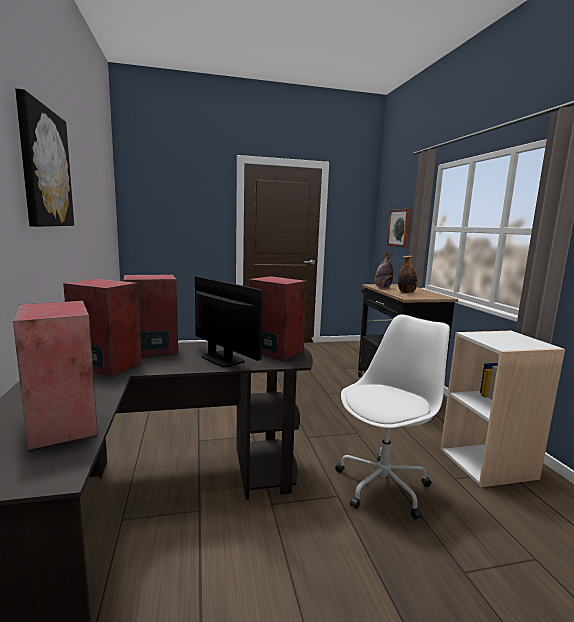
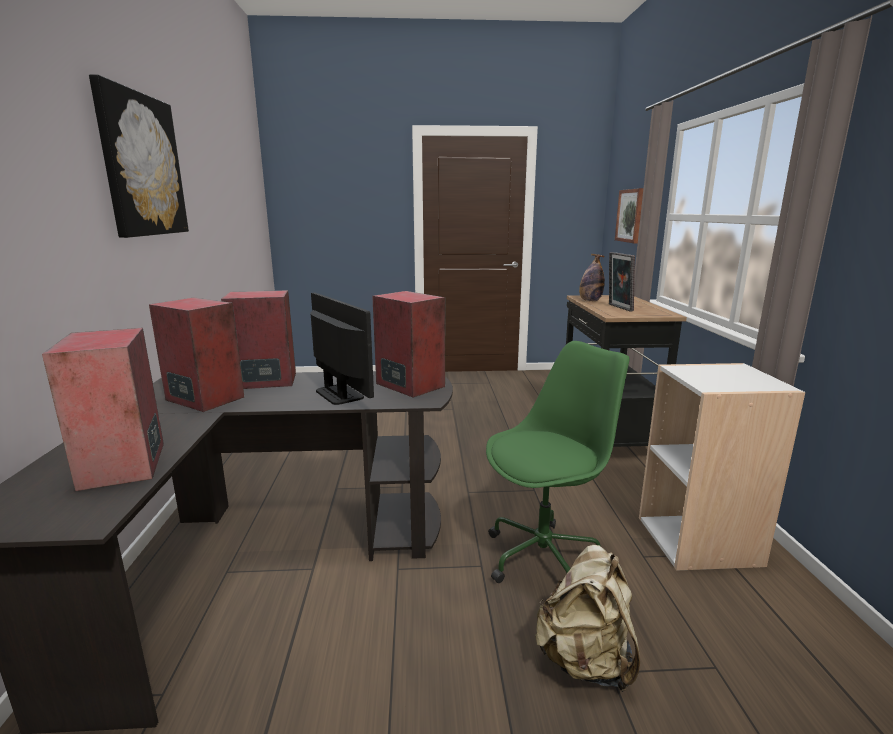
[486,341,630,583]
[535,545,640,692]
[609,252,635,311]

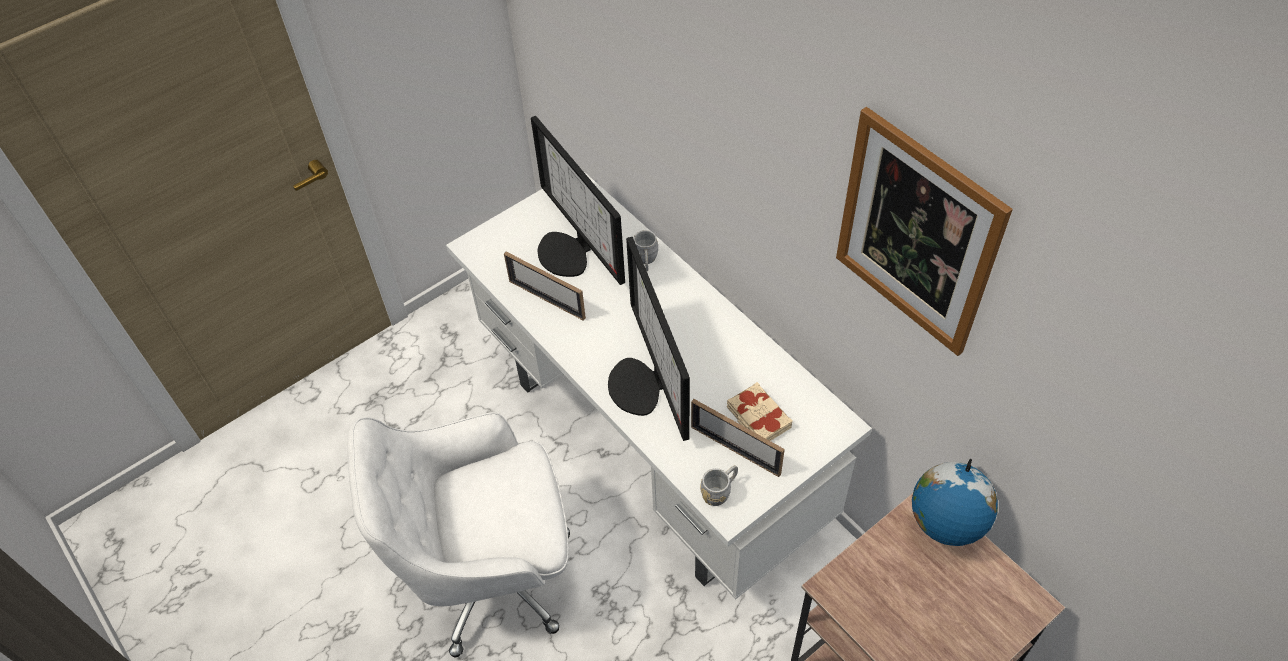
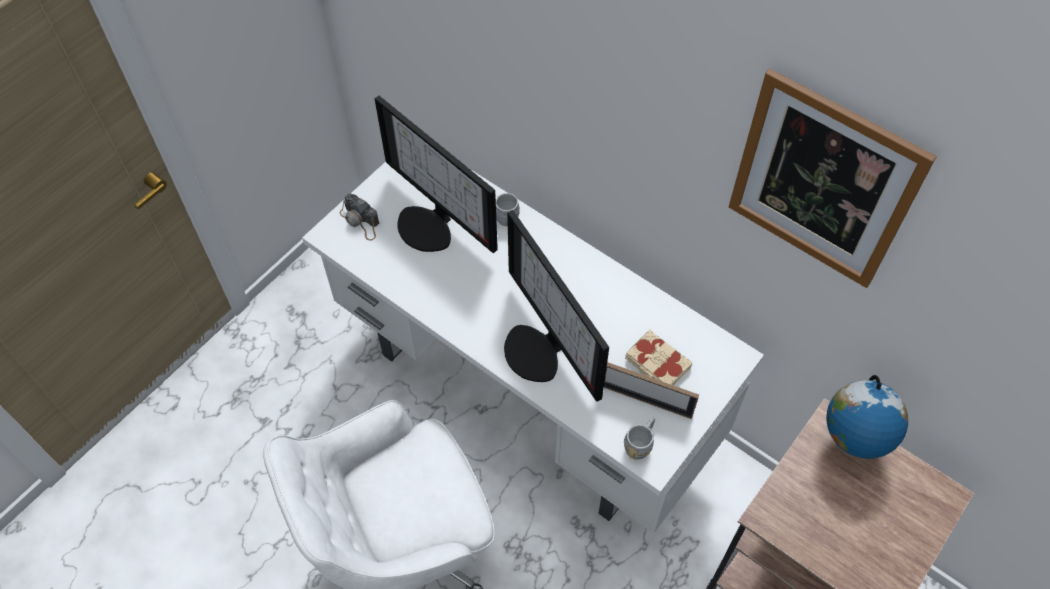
[340,193,379,241]
[504,252,586,321] (first image)

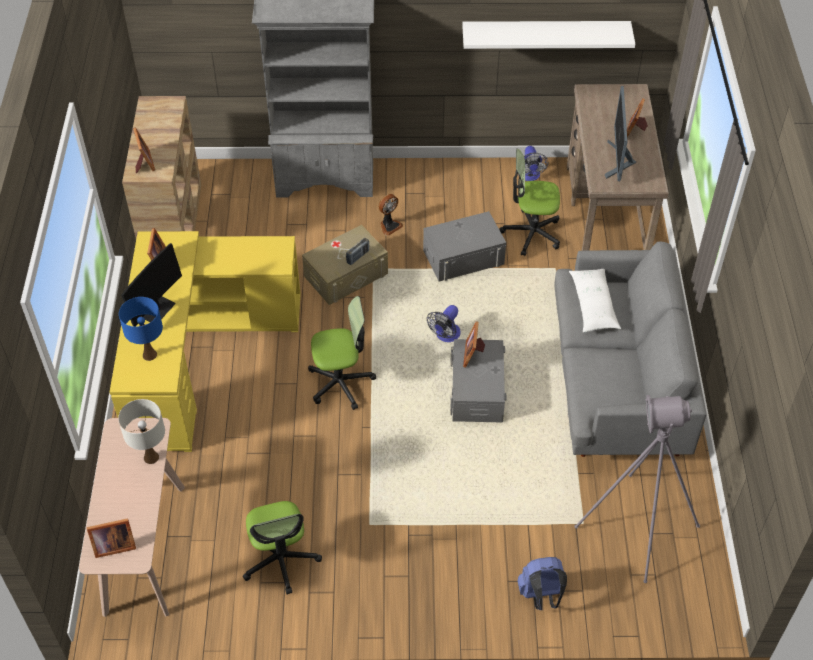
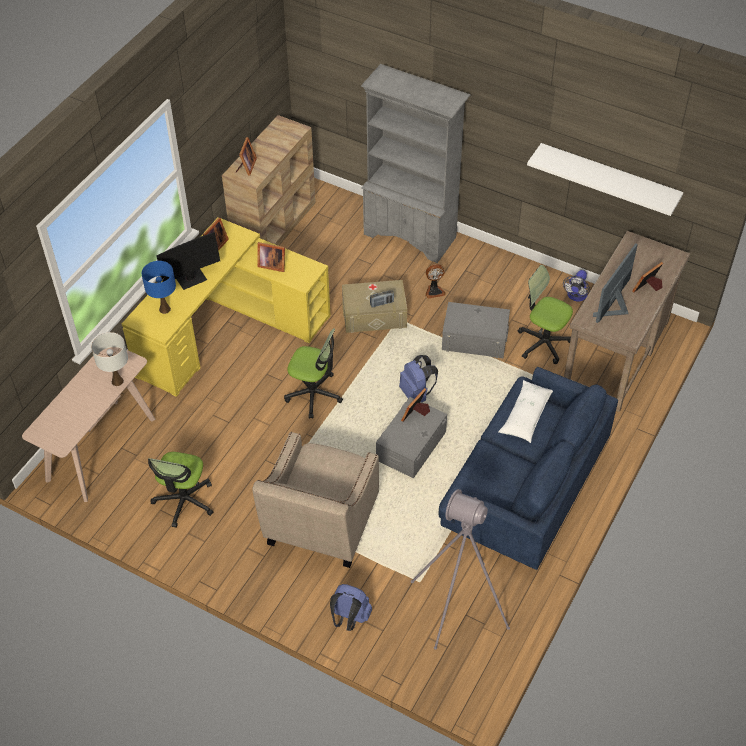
[252,432,379,568]
[257,242,285,272]
[399,355,438,402]
[438,367,618,570]

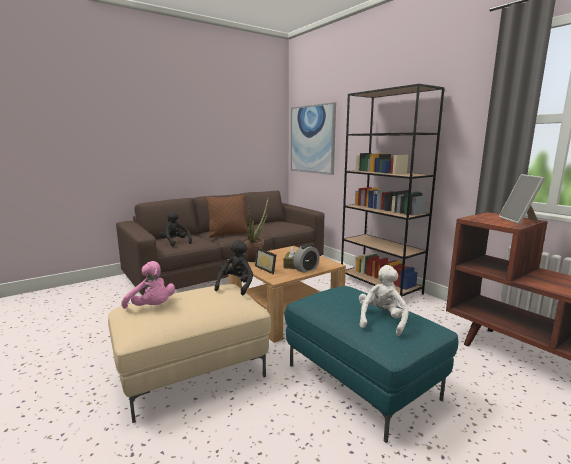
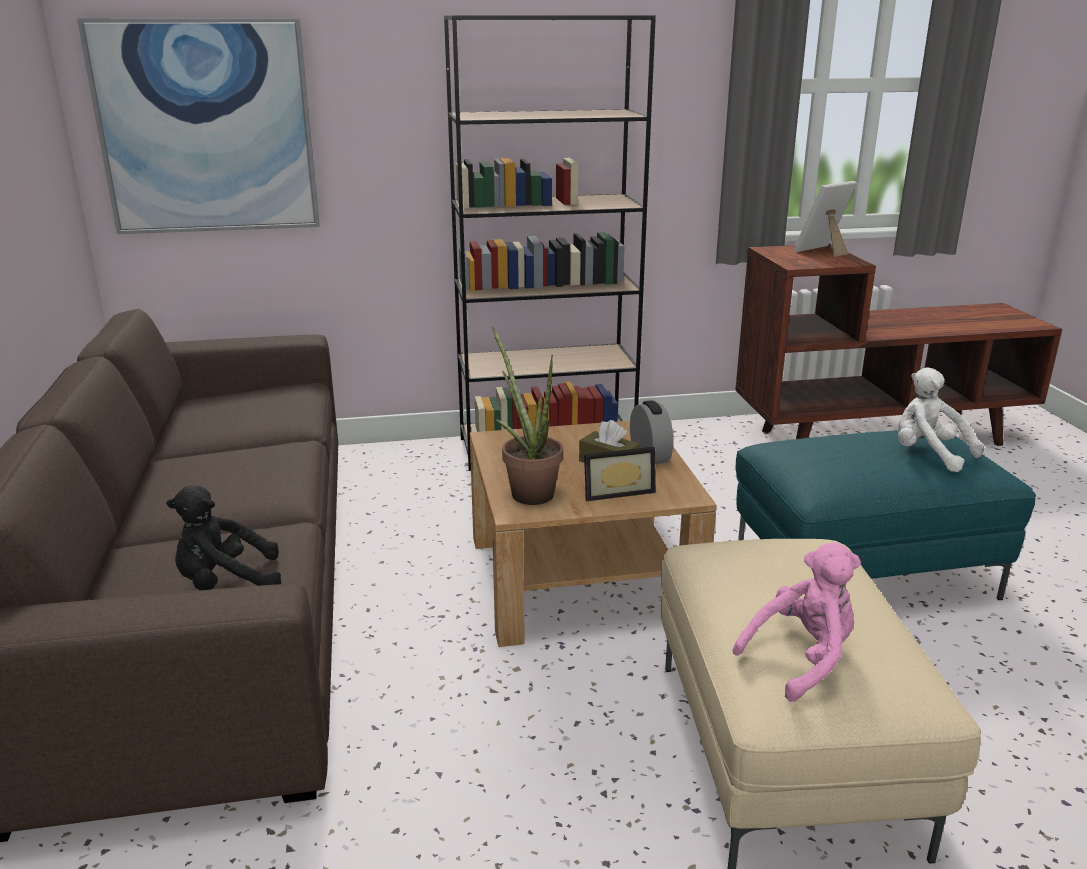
[794,181,857,257]
[205,194,250,238] (first image)
[215,240,253,295] (first image)

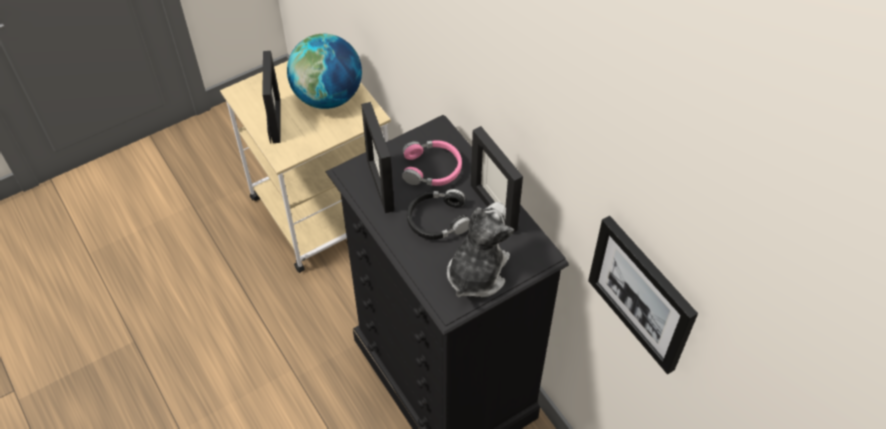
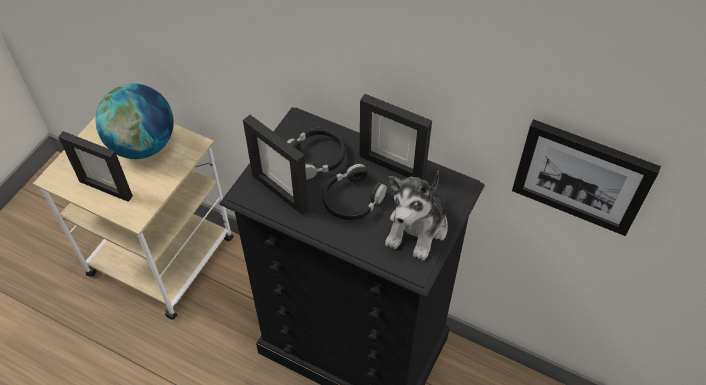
[58,131,133,202]
[287,128,345,180]
[385,171,448,261]

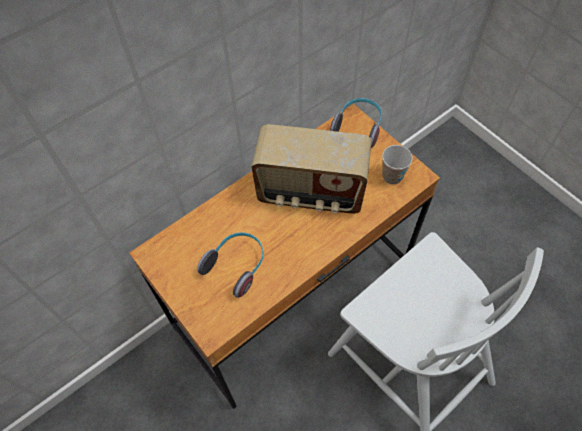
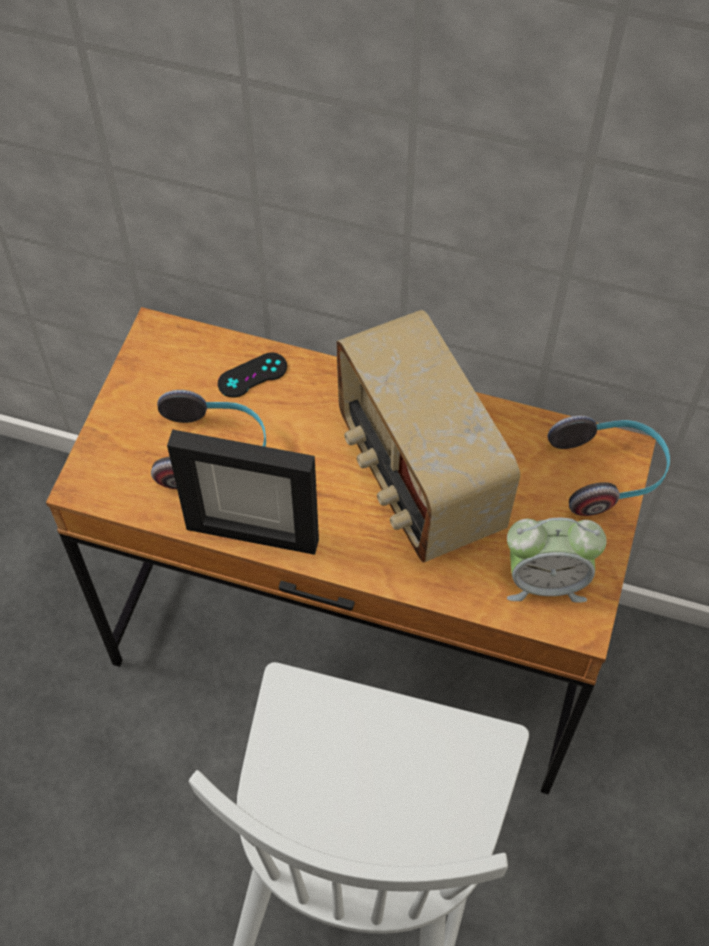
[167,430,319,555]
[218,352,287,398]
[507,518,607,602]

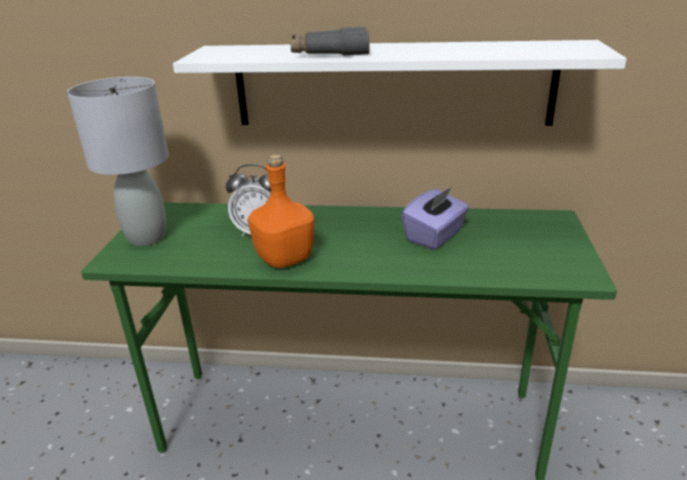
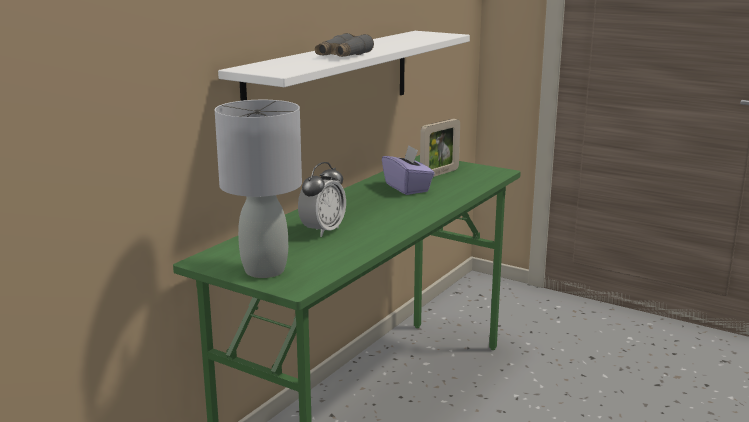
[420,119,460,177]
[248,154,314,268] (first image)

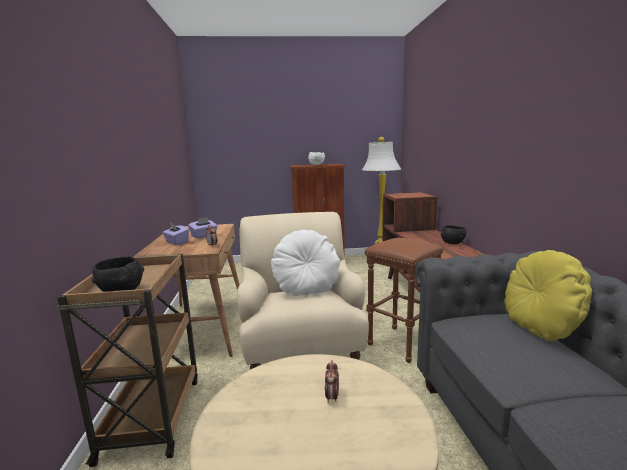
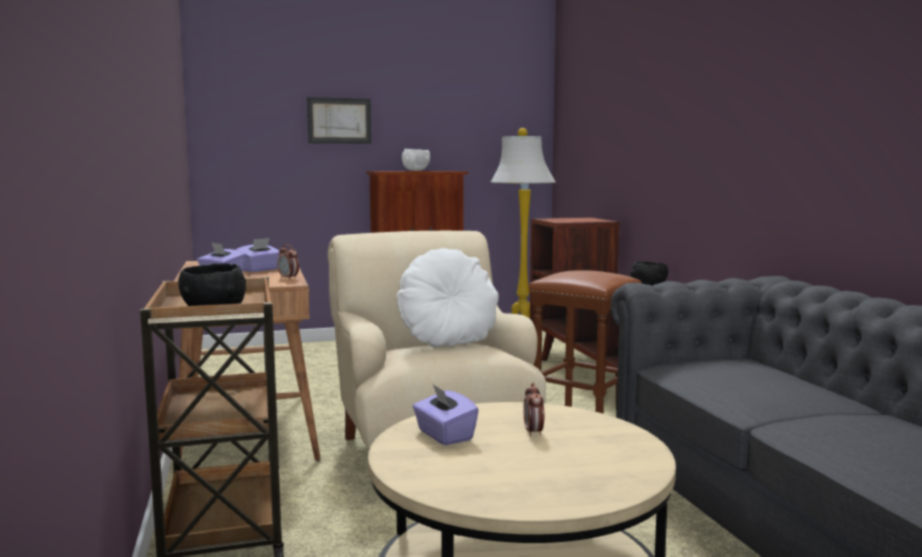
[307,97,372,144]
[413,383,479,446]
[504,250,592,341] (first image)

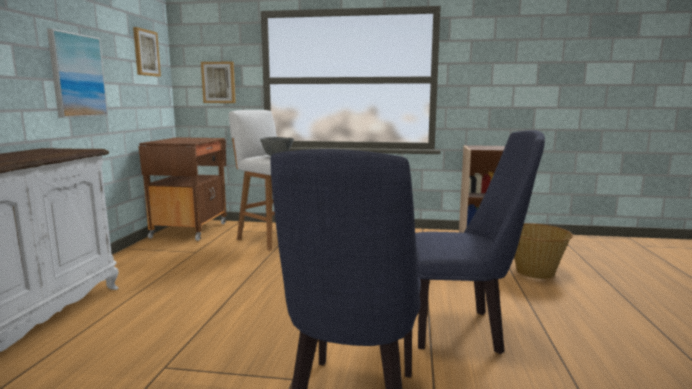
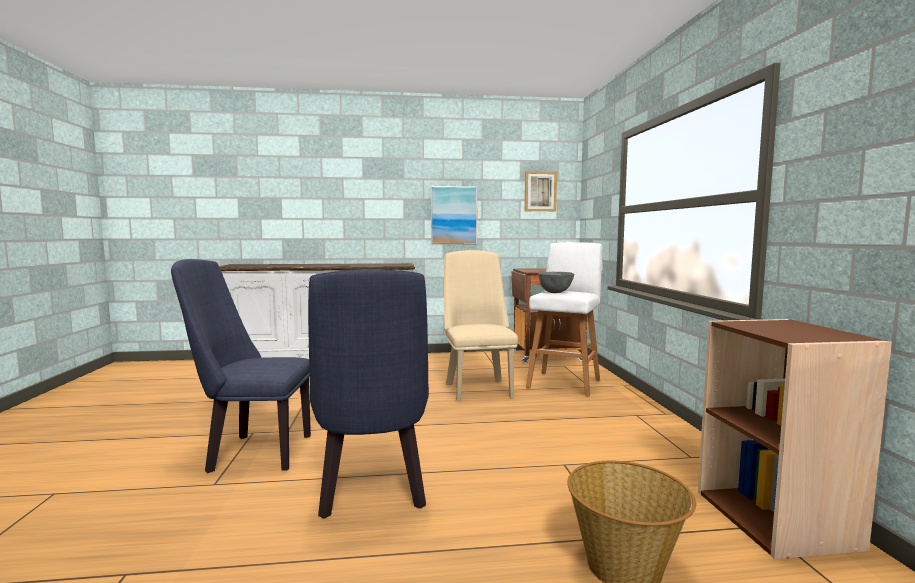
[444,250,518,401]
[201,61,236,103] (first image)

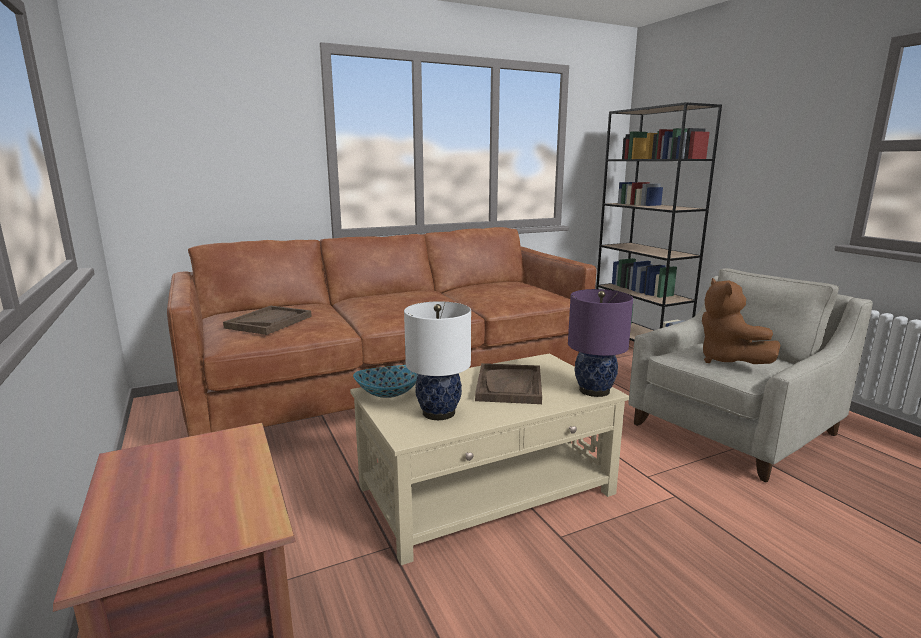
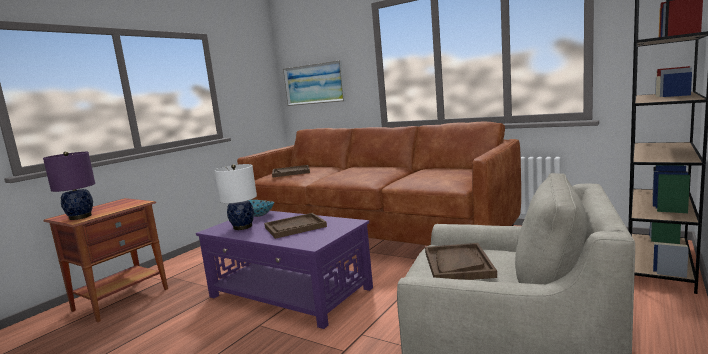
[43,152,95,220]
[196,211,373,329]
[283,60,346,106]
[425,243,497,280]

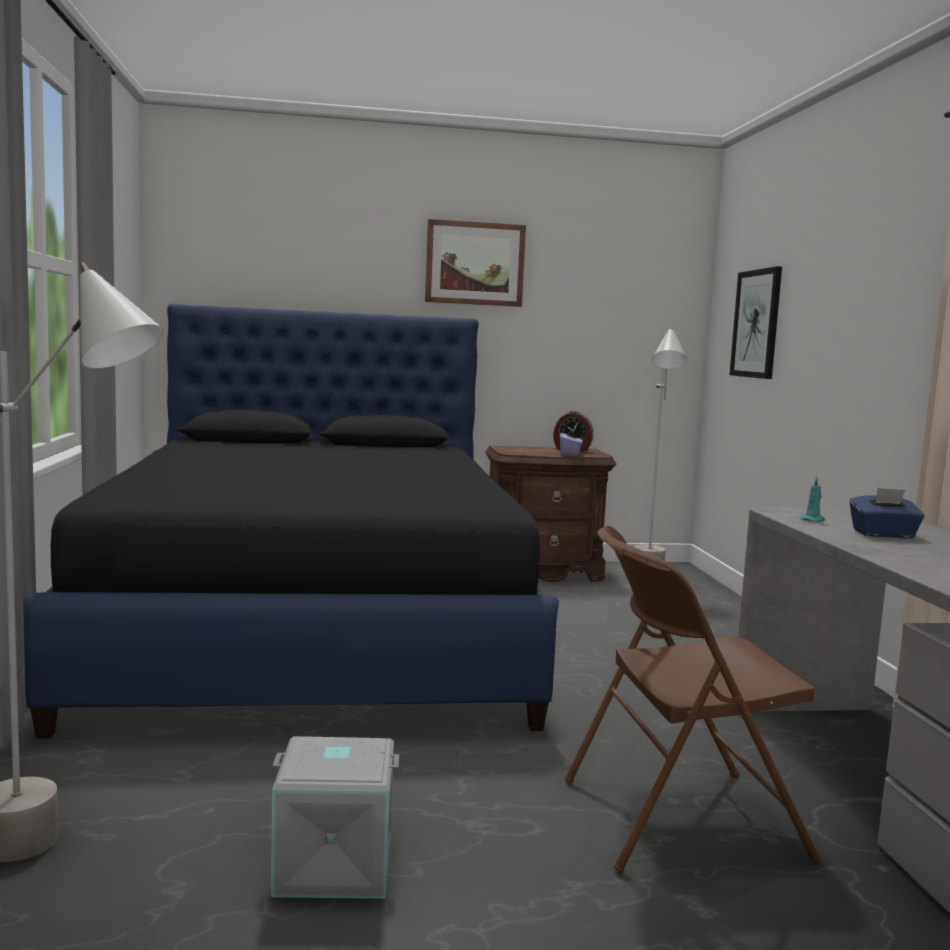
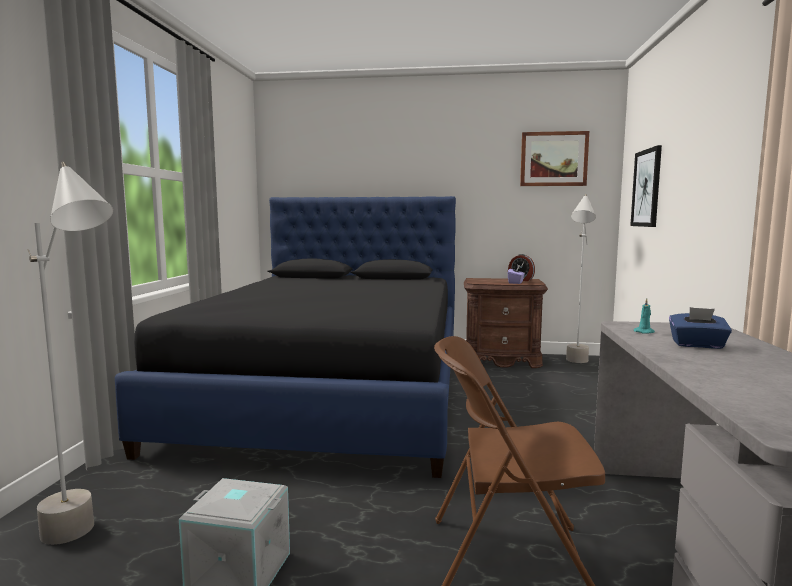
[520,131,589,186]

